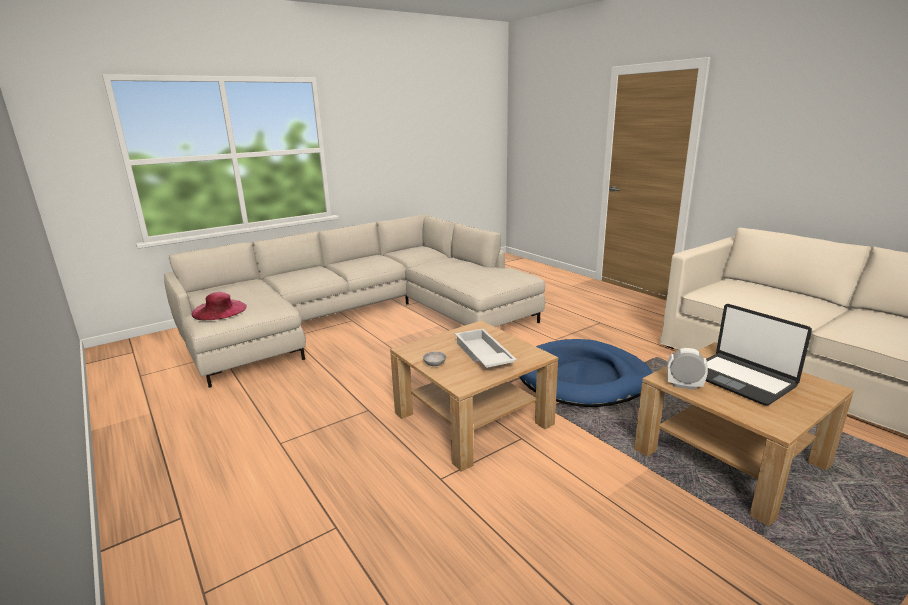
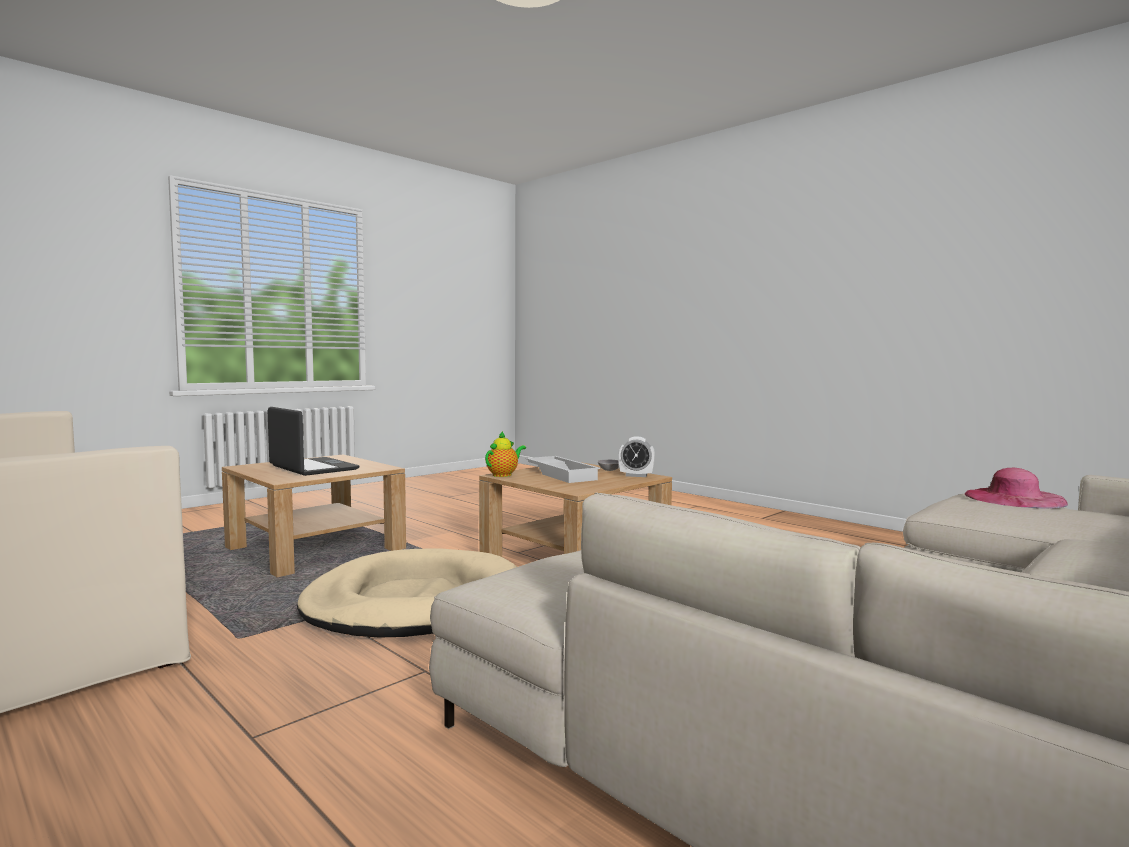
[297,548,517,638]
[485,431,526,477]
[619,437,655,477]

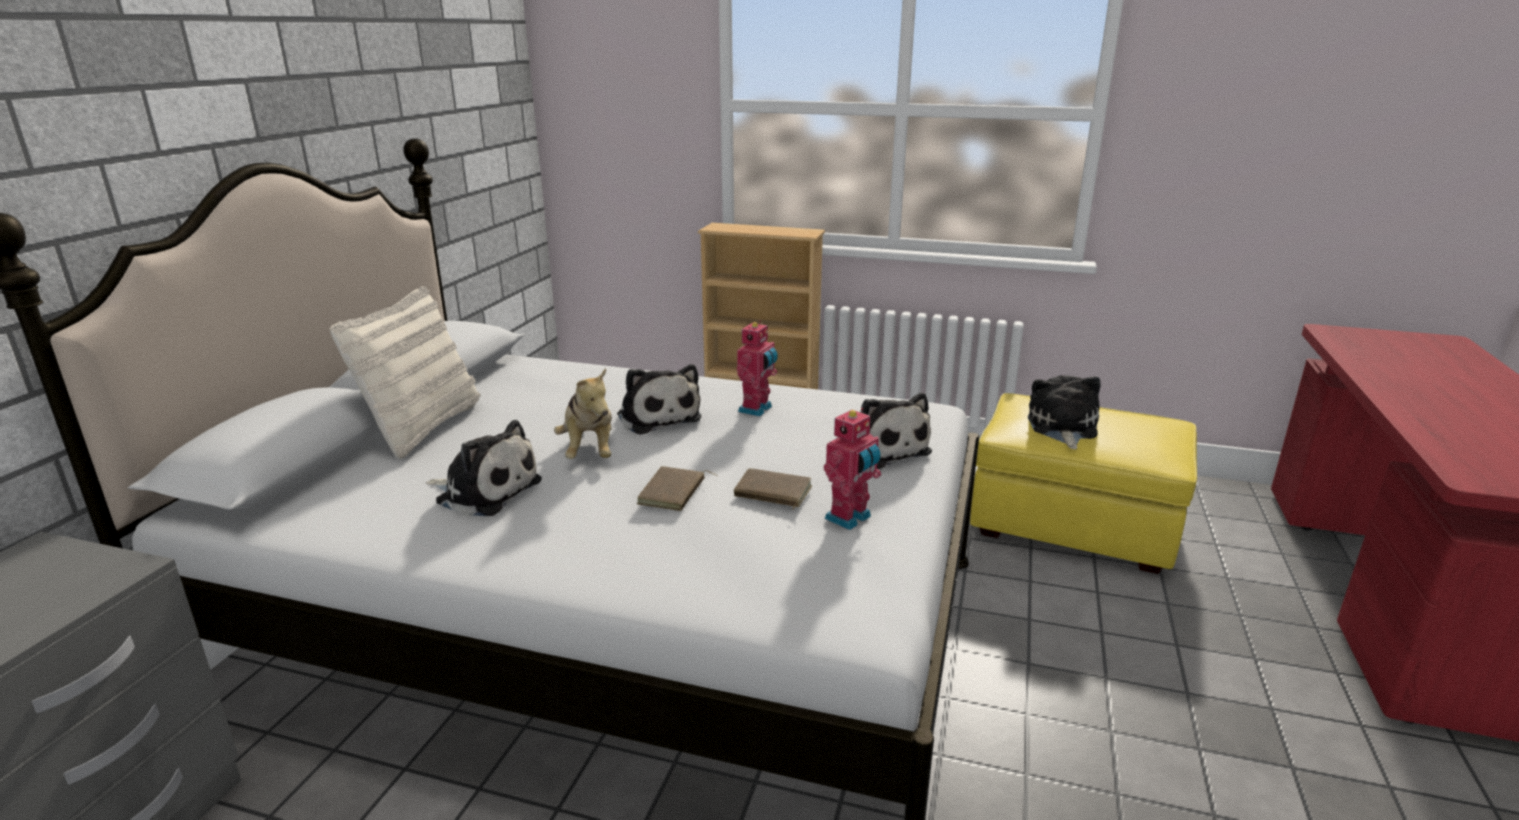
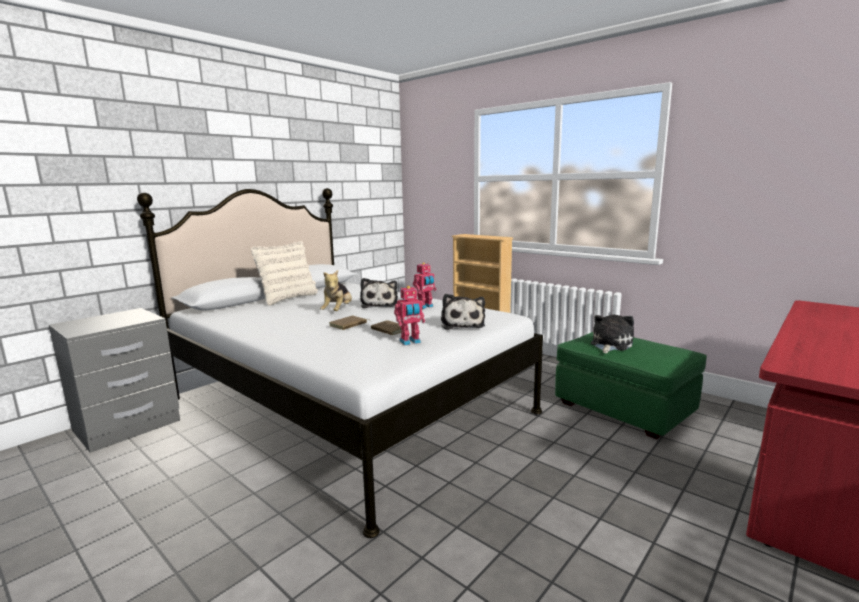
[555,332,707,439]
[426,420,542,516] (first image)

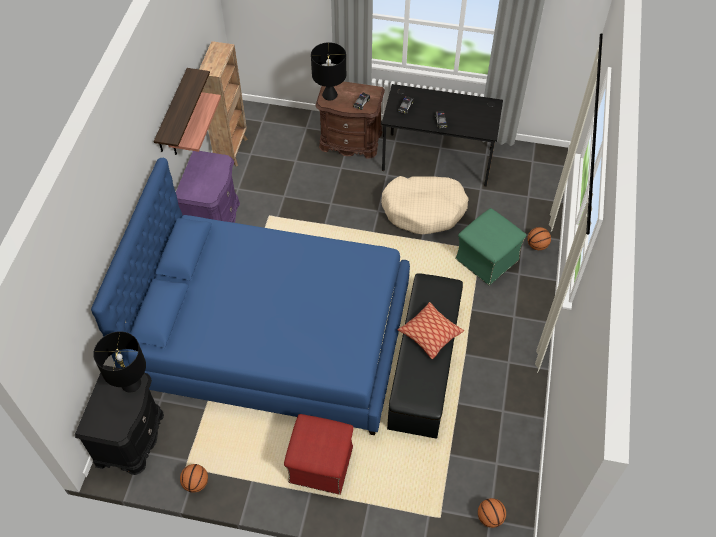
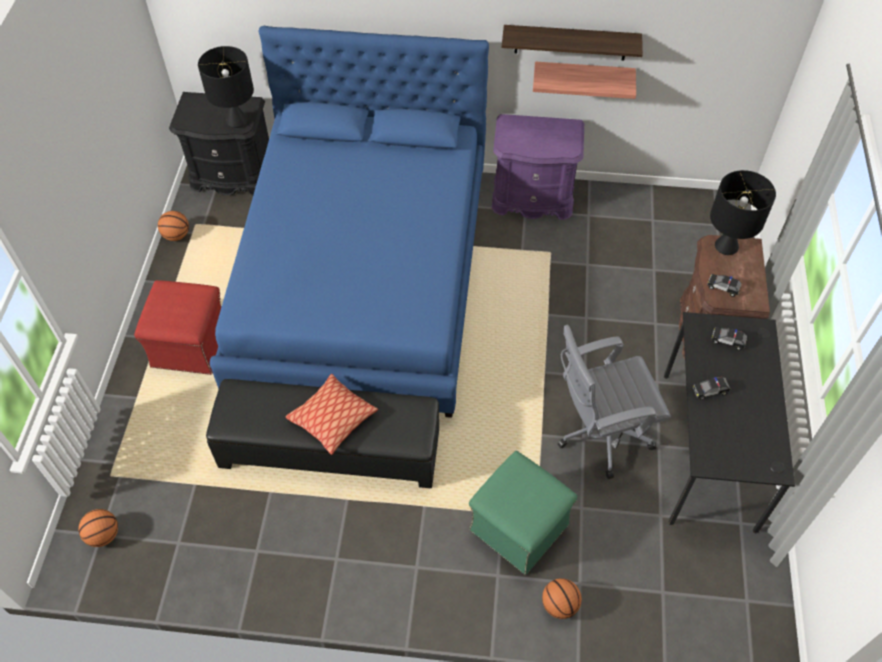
[558,325,671,479]
[199,41,248,167] (first image)

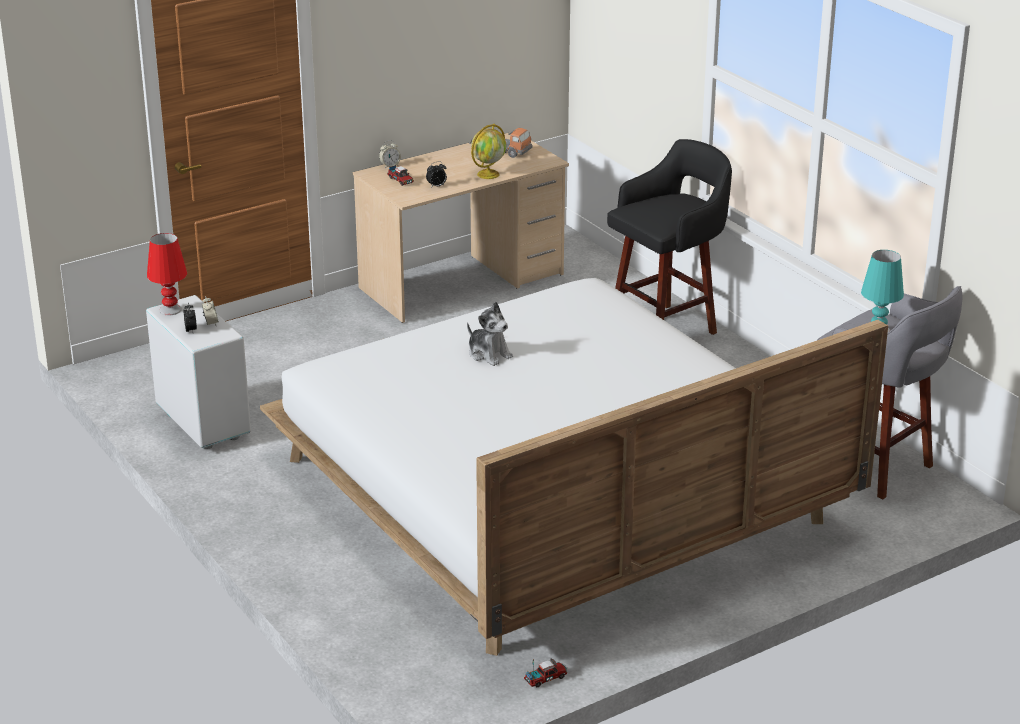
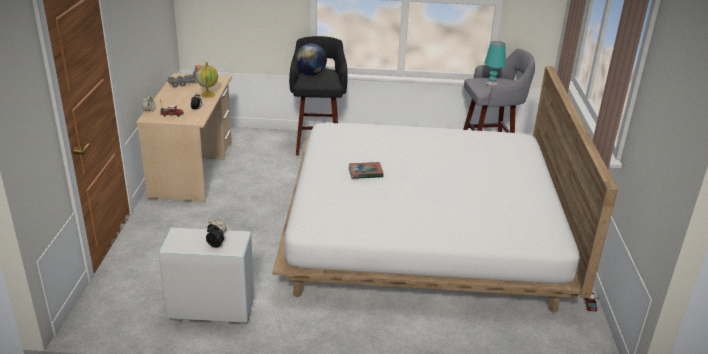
[295,44,327,76]
[349,162,383,179]
[147,233,187,315] (first image)

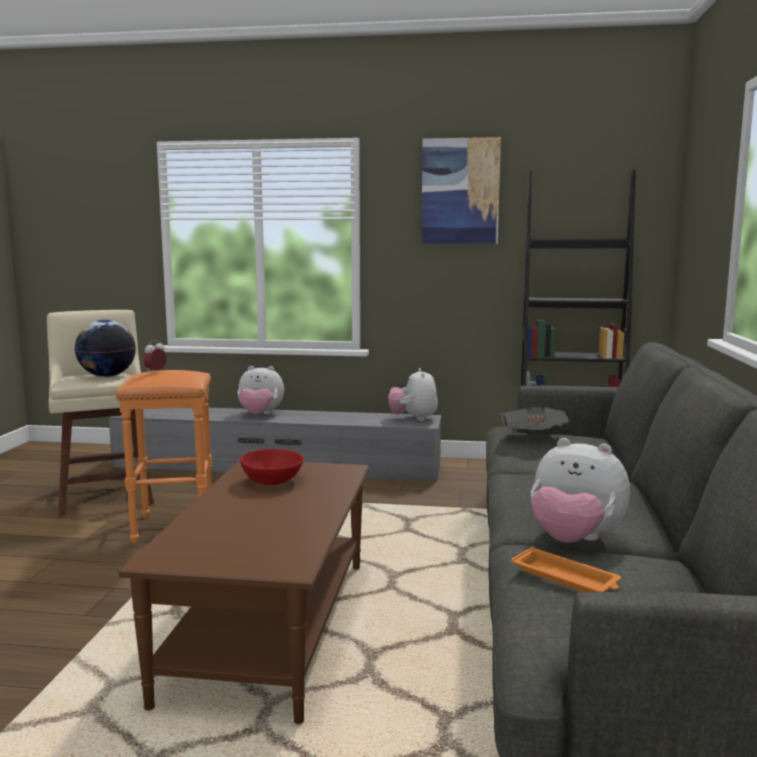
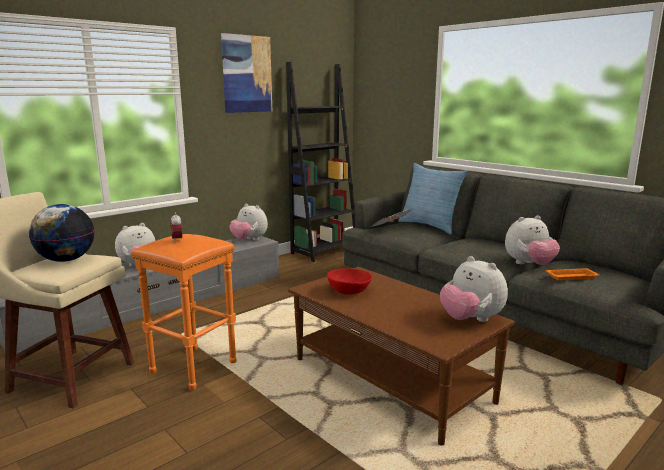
[398,163,468,234]
[440,256,508,322]

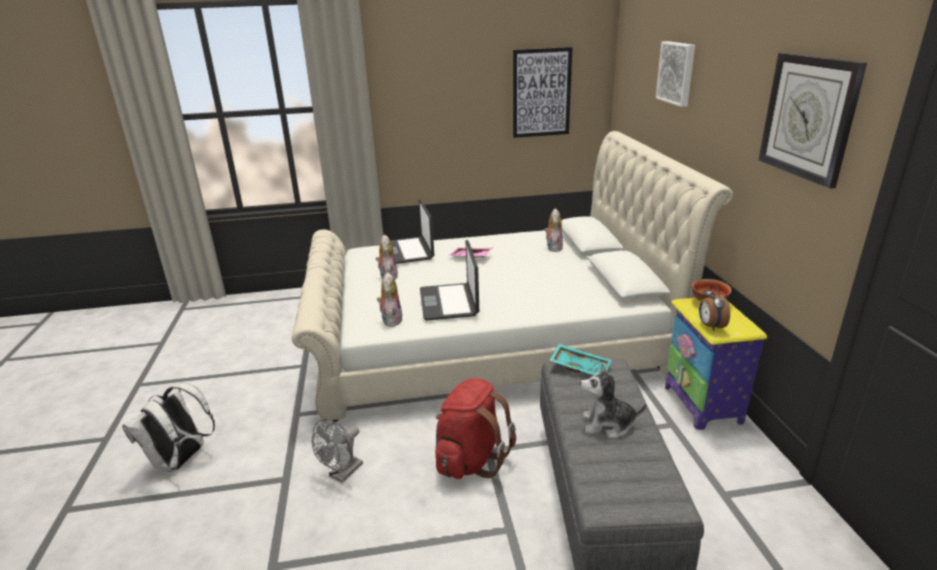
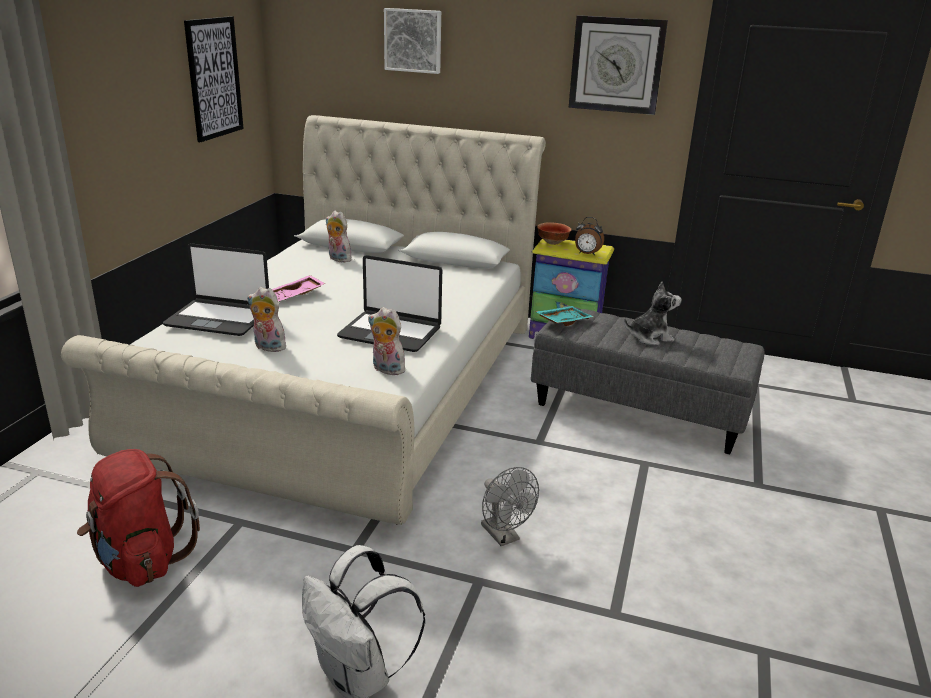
[77,449,200,587]
[624,282,681,345]

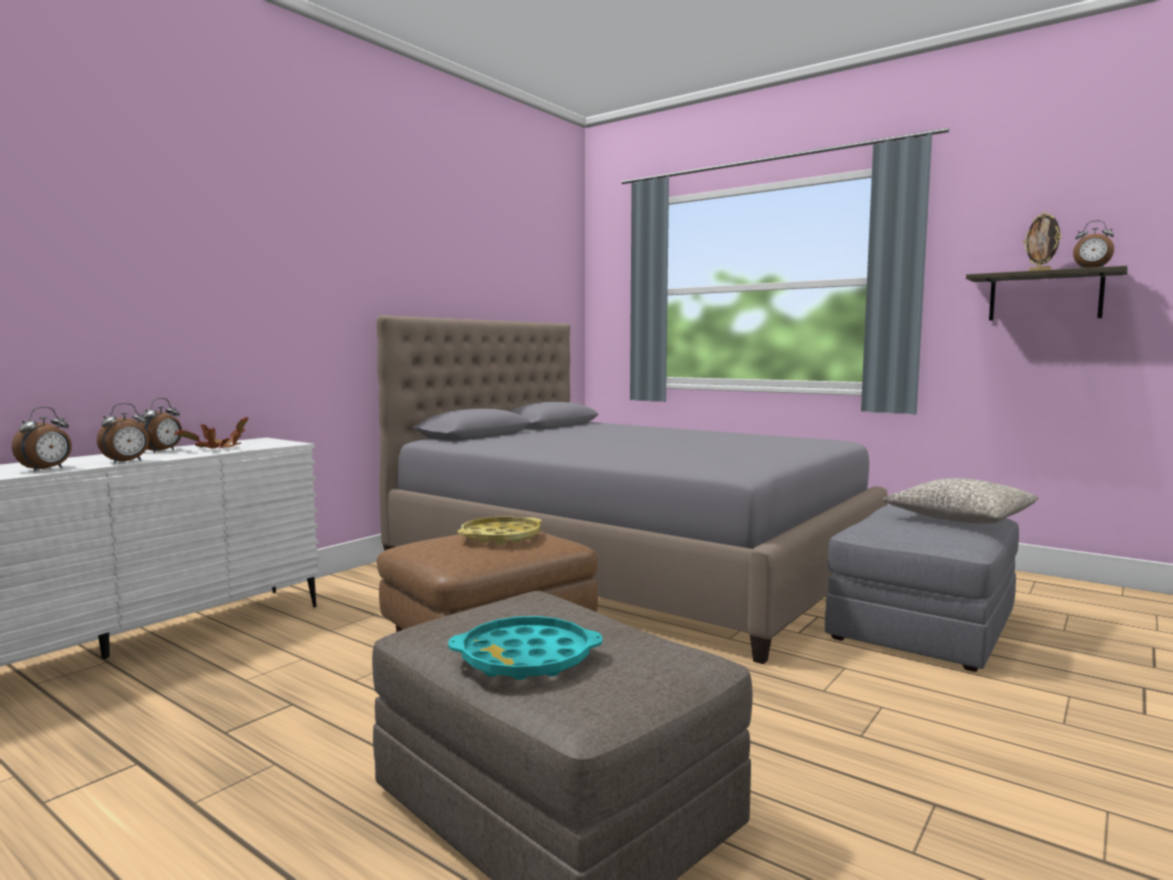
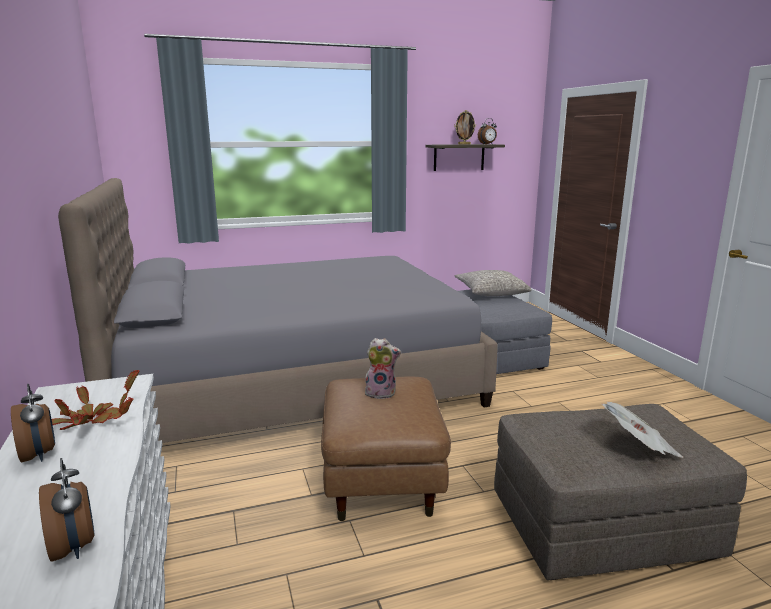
[365,338,401,399]
[602,402,683,458]
[97,403,149,463] (first image)

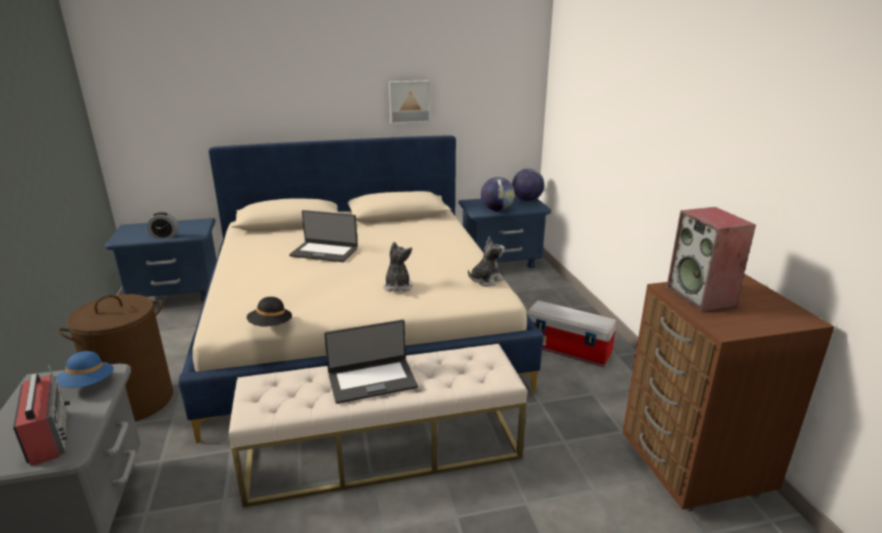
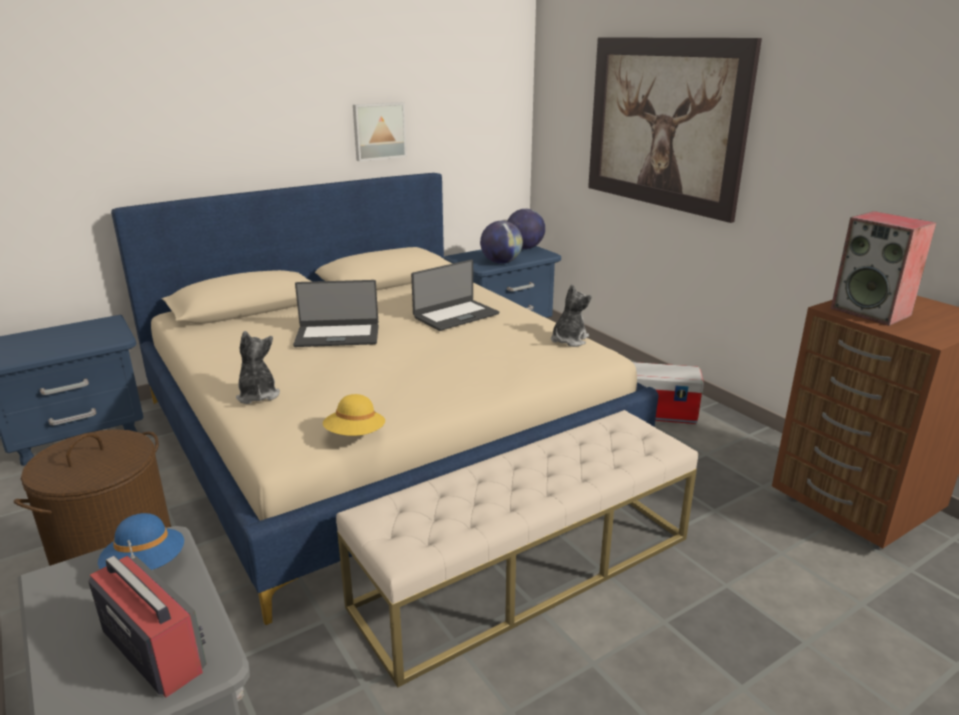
[236,331,280,404]
[323,394,385,436]
[411,260,499,331]
[588,37,762,223]
[147,212,179,239] (first image)

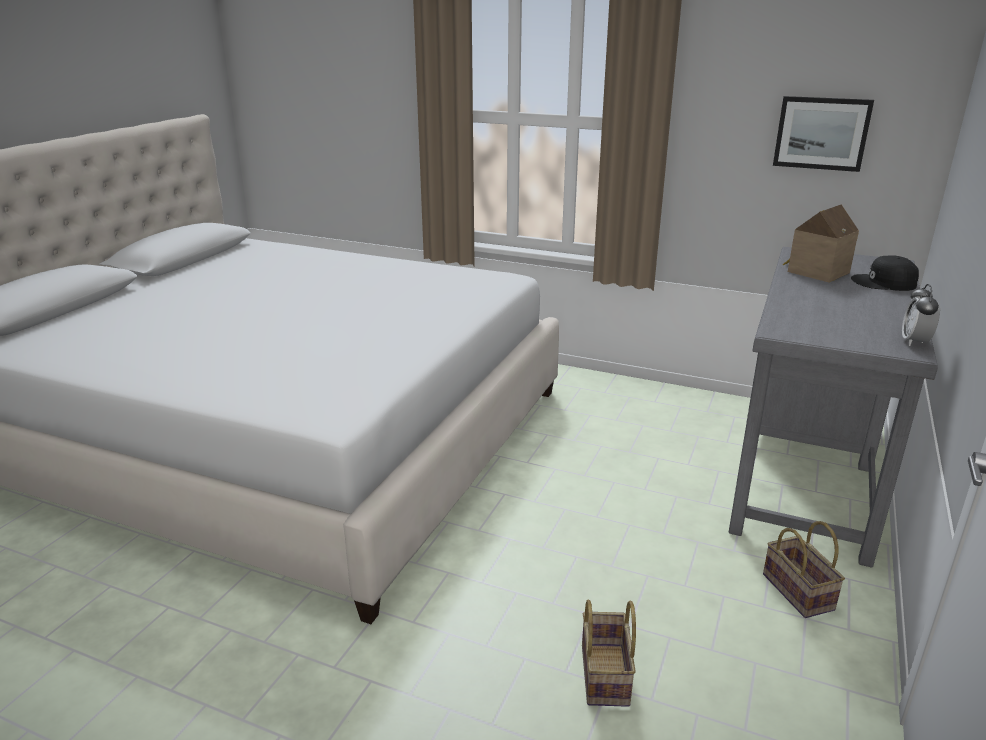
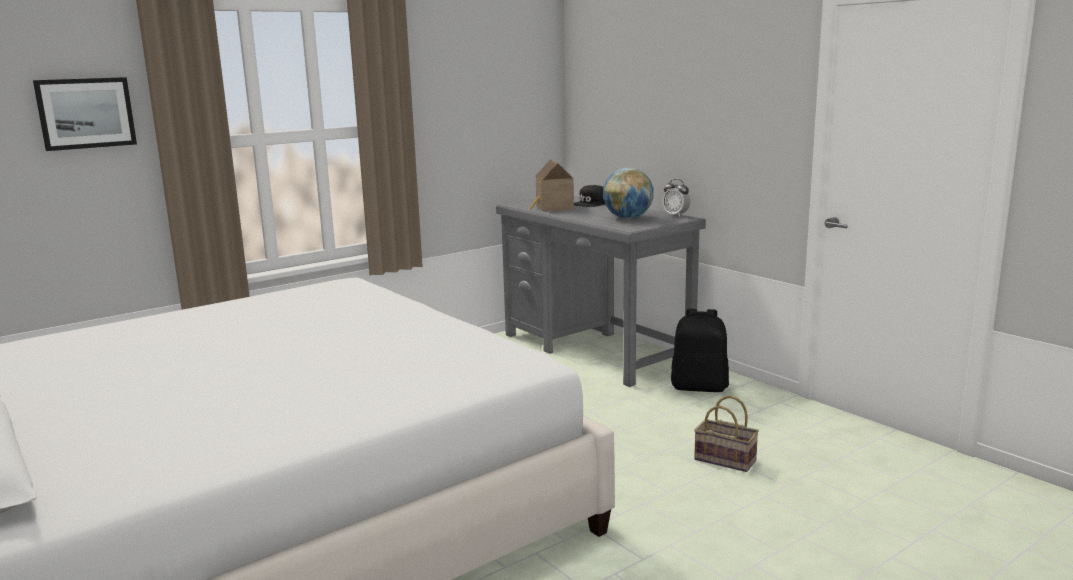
[33,77,137,151]
[603,168,654,218]
[671,309,729,392]

